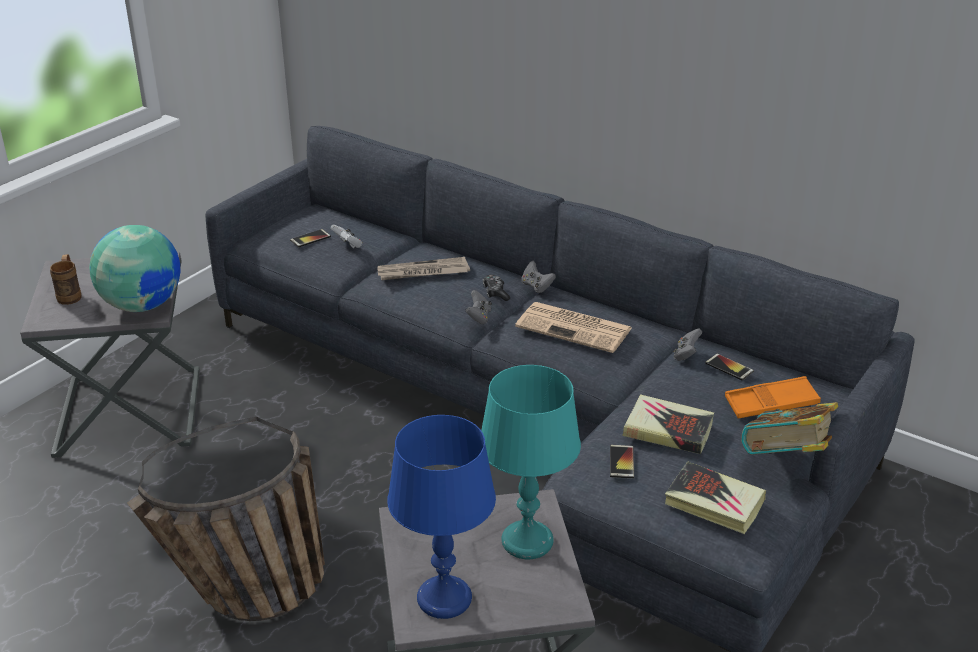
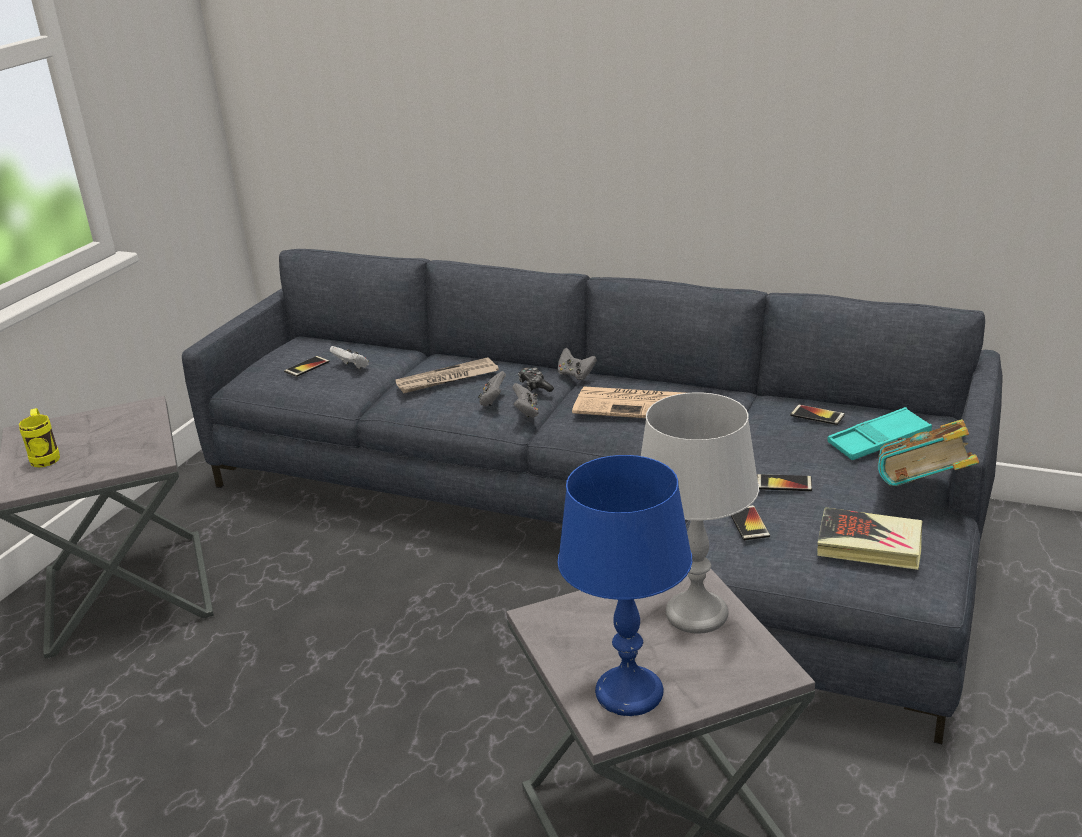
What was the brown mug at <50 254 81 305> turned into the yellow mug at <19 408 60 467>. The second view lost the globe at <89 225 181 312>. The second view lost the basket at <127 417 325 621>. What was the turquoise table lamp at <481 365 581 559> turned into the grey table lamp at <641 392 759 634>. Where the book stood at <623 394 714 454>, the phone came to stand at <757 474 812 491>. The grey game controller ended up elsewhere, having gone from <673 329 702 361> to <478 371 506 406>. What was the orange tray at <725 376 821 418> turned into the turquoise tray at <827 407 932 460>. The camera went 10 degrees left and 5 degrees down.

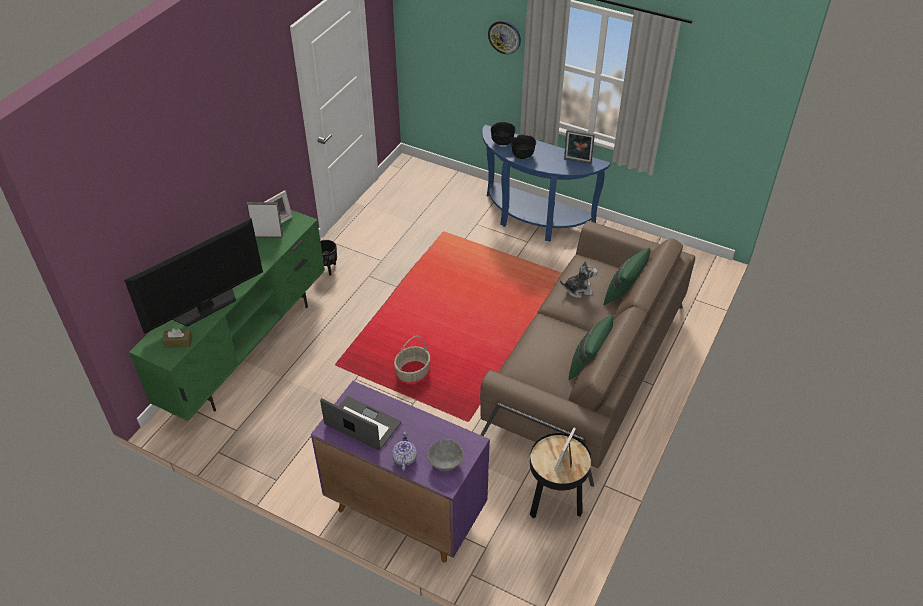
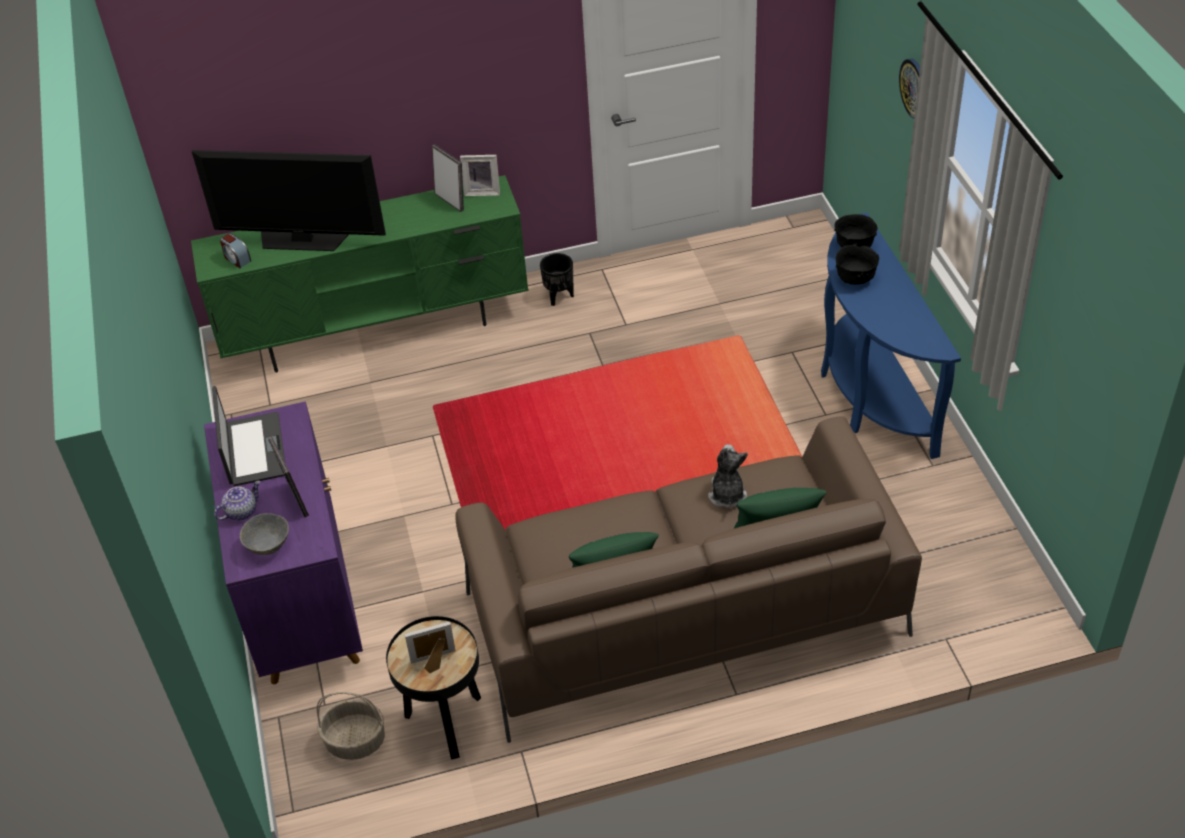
Where the brown tissue box stood at <162 328 192 348>, the alarm clock came to stand at <220 233 251 268>. The basket ended up elsewhere, having gone from <394 336 431 382> to <317 692 385 760>. The plush toy at <560 261 598 298> ended up facing another way, 135 degrees counterclockwise from before. The picture frame ended up elsewhere, having gone from <564 130 595 164> to <268 437 309 517>. The camera went 50 degrees right and 0 degrees up.

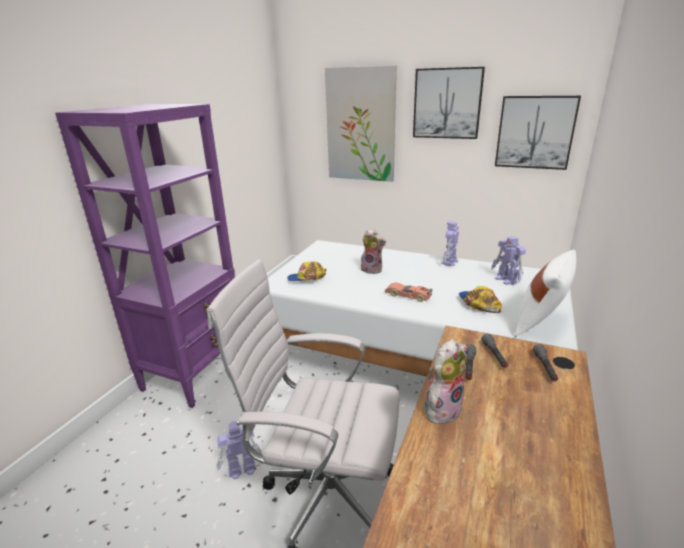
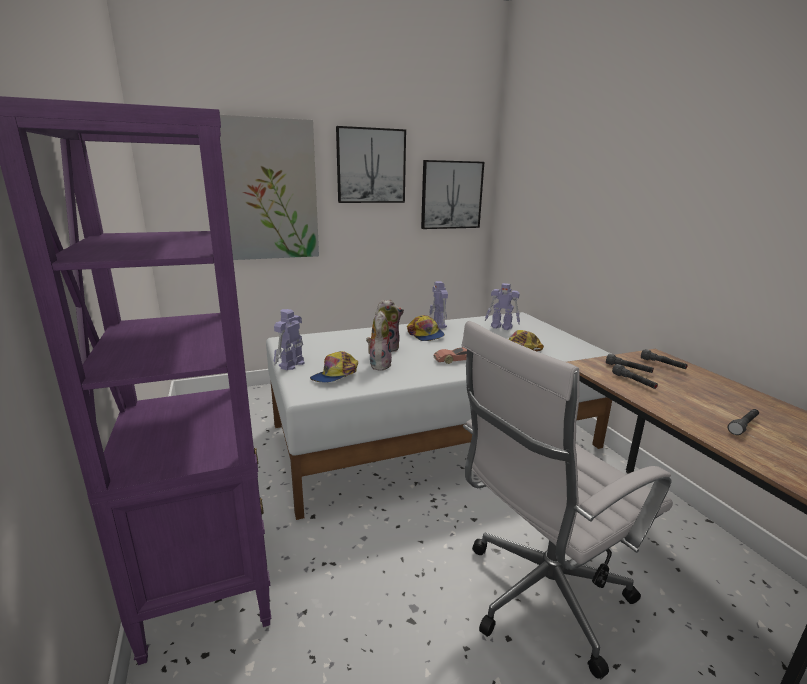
The toy robot ended up elsewhere, having gone from <217 421 262 479> to <274 309 305 370>. The plush toy ended up elsewhere, having gone from <425 339 468 424> to <366 311 392 371>. The second view lost the white pillow at <514 250 576 337>. The second view gained the cap at <407 315 445 341>. The second view gained the grey flashlight at <728 409 759 435>. The camera went 45 degrees left and 5 degrees down.

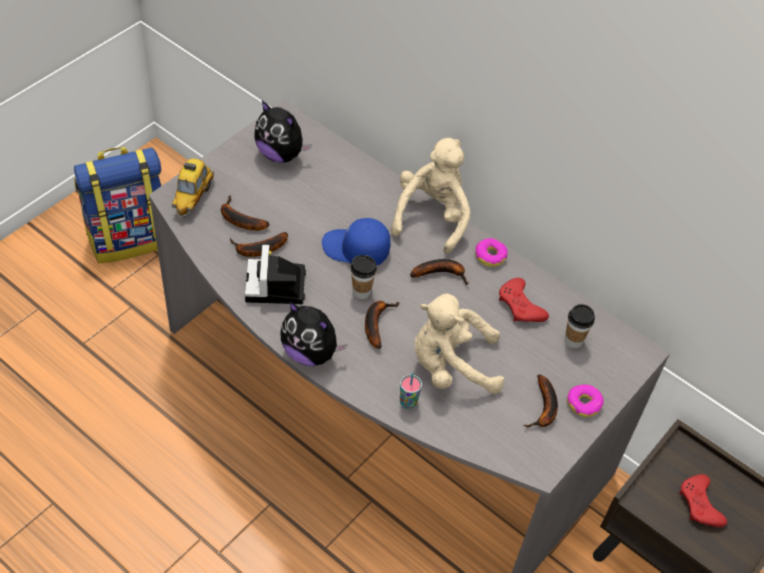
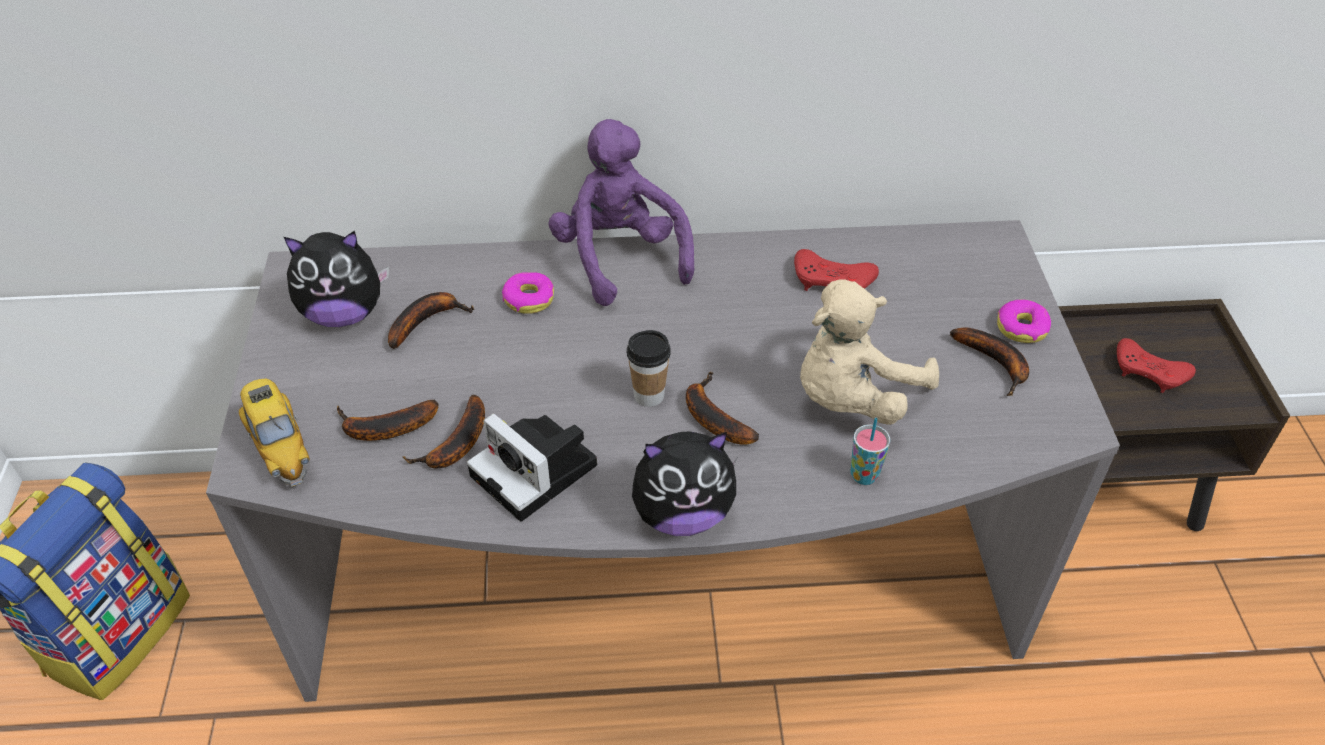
The second view lost the blue cap at <322 218 391 265>. What was the beige plush toy at <391 138 471 254> turned into the purple plush toy at <548 119 694 306>. The banana ended up elsewhere, having gone from <410 259 469 285> to <388 292 474 349>. The donut ended up elsewhere, having gone from <475 238 508 267> to <502 273 554 314>. The second view lost the cup at <565 304 595 348>. The camera went 40 degrees left and 5 degrees down.

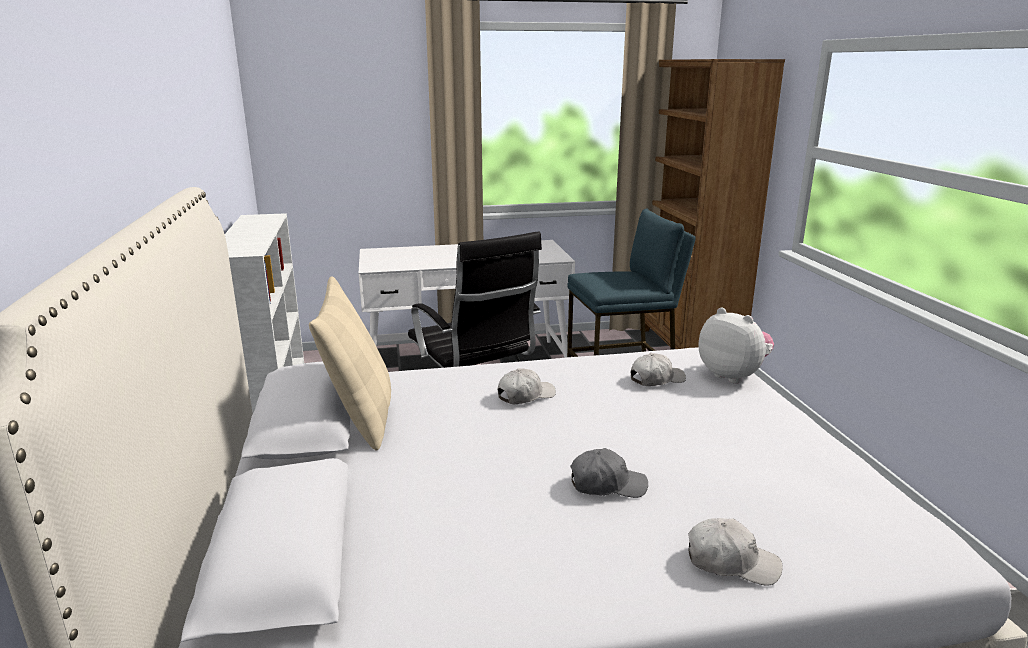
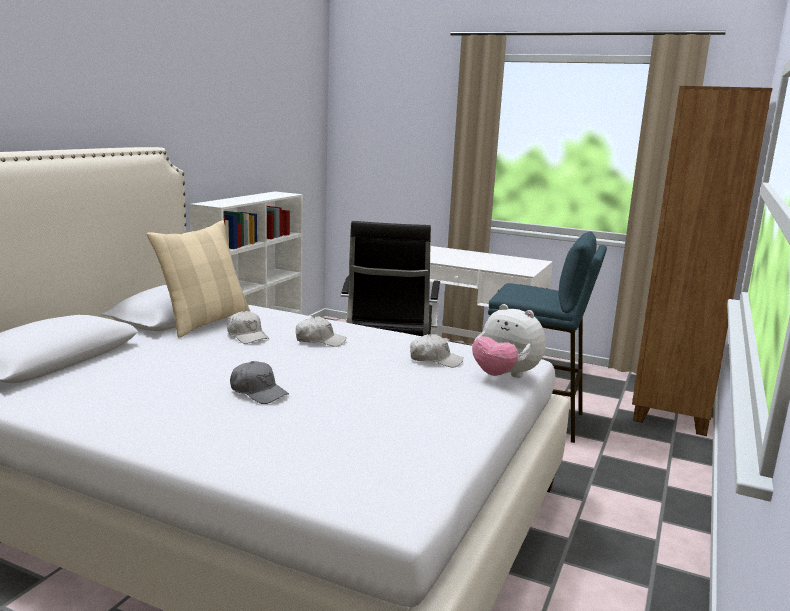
The white cap ended up elsewhere, having gone from <688 518 783 586> to <227 311 269 344>. The plush toy at <699 307 774 384> ended up facing another way, 135 degrees clockwise from before. The camera went 35 degrees right and 5 degrees down.

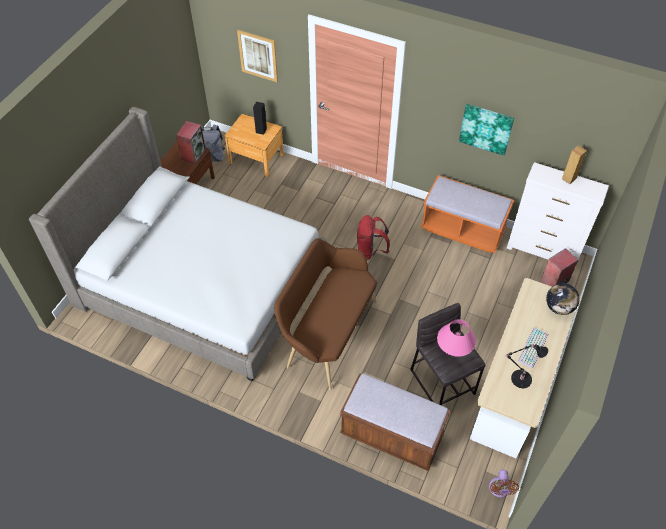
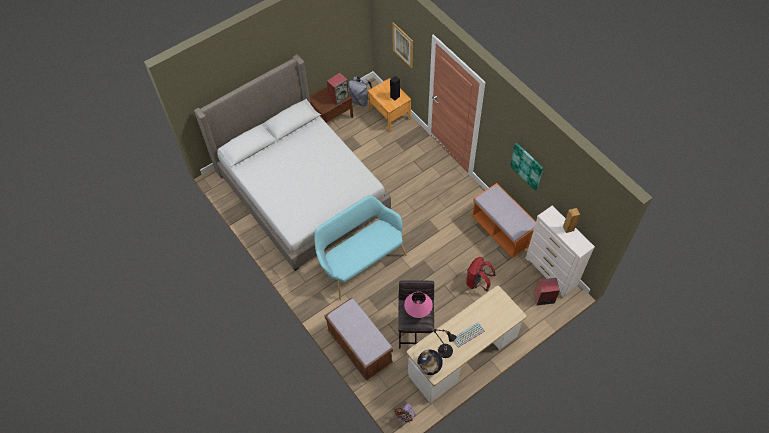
What was the brown bench at <274 238 377 390> turned into the turquoise bench at <315 195 407 300>. The red backpack ended up elsewhere, having gone from <357 215 390 260> to <466 257 496 292>. The globe ended up elsewhere, having gone from <546 283 580 315> to <417 350 443 375>. The camera went 30 degrees right and 5 degrees up.

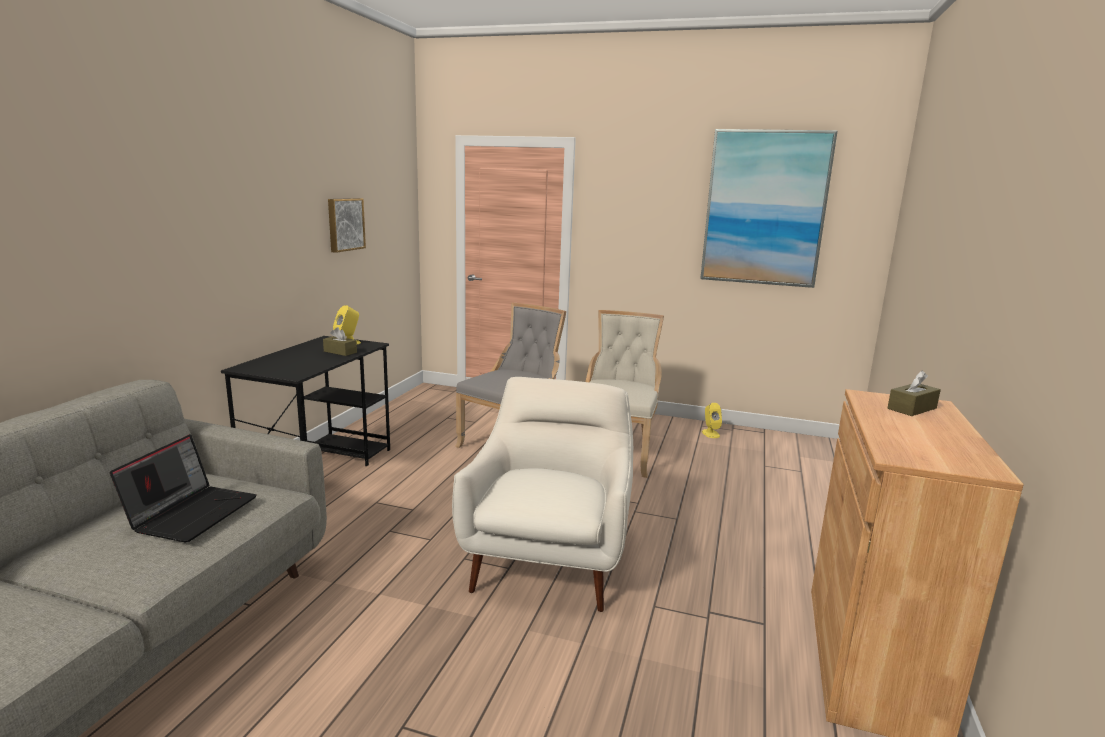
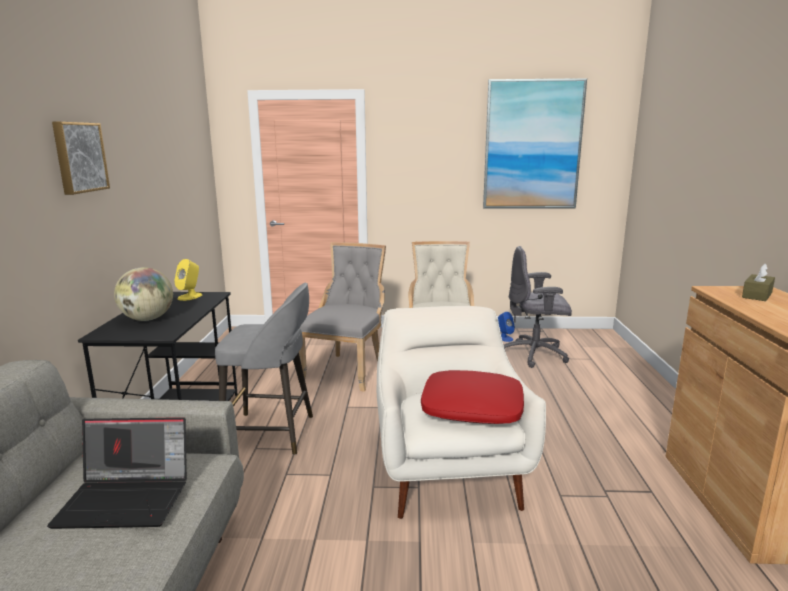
The laptop at <110 434 257 543> ended up facing another way, 90 degrees clockwise from before. The second view lost the brown tissue box at <323 327 357 356>. The picture ended up elsewhere, having gone from <328 198 366 253> to <52 122 110 195>. What was the yellow speaker at <702 403 722 438> turned into the blue speaker at <498 312 515 342>. The second view gained the globe at <114 267 173 321>. The second view gained the grey stool at <215 283 313 455>. The second view gained the red pillow at <421 370 524 424>. The second view gained the grey office chair at <503 246 572 368>. The camera went 15 degrees left and 0 degrees up.

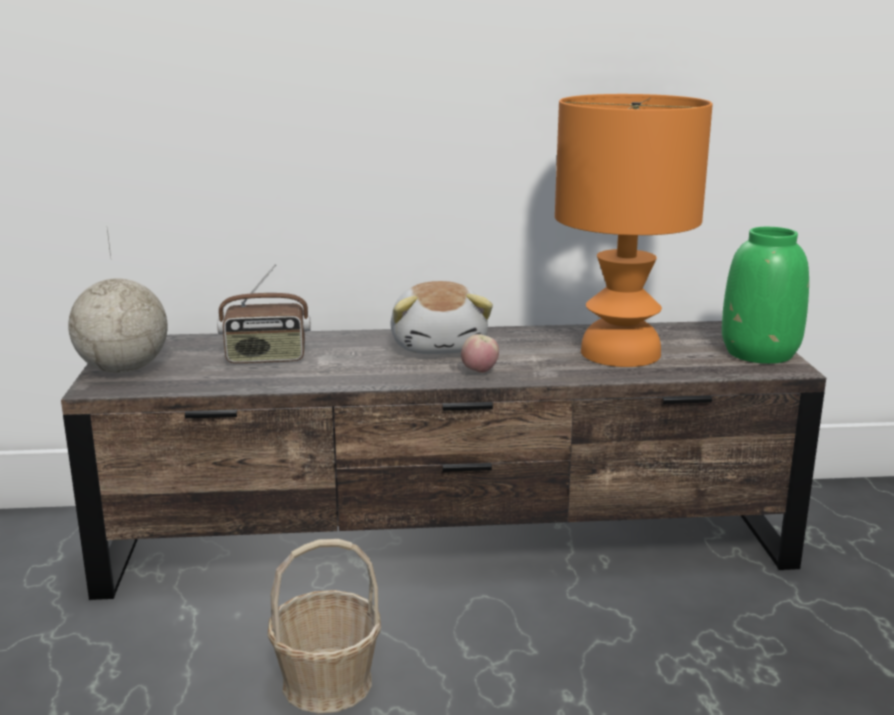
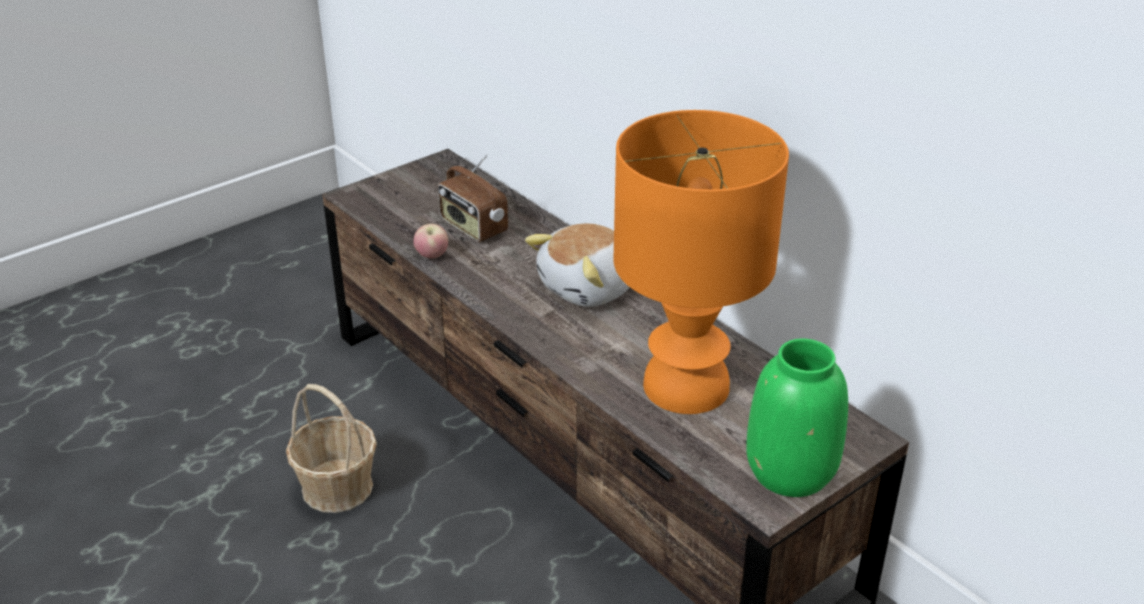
The second view lost the globe at <68 230 168 373>. The apple ended up elsewhere, having gone from <461 334 499 373> to <413 224 448 258>. The camera went 55 degrees right and 15 degrees up.

